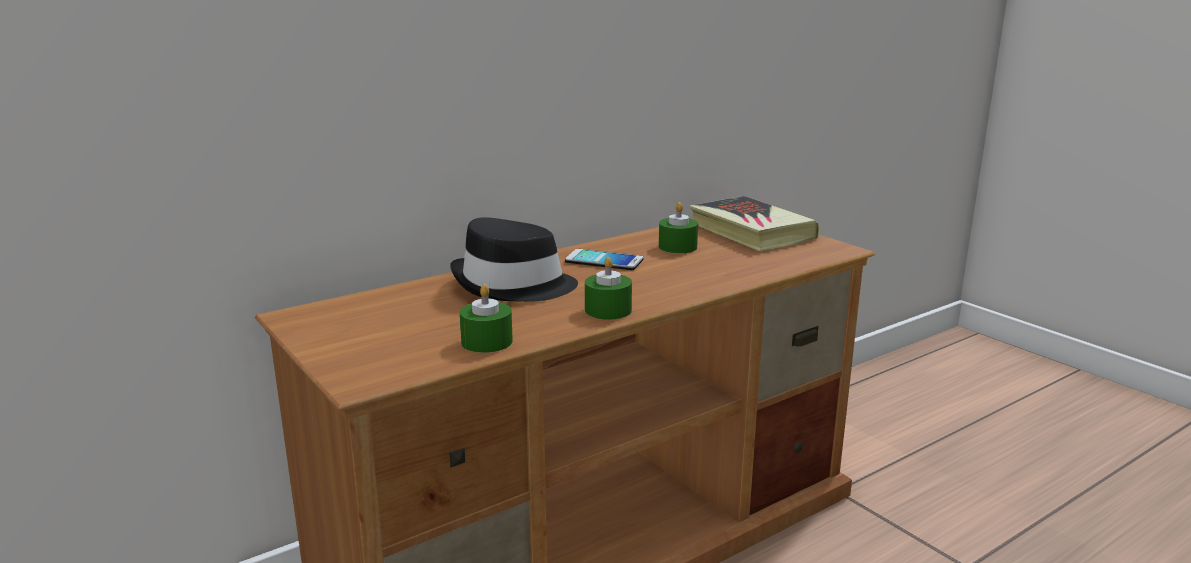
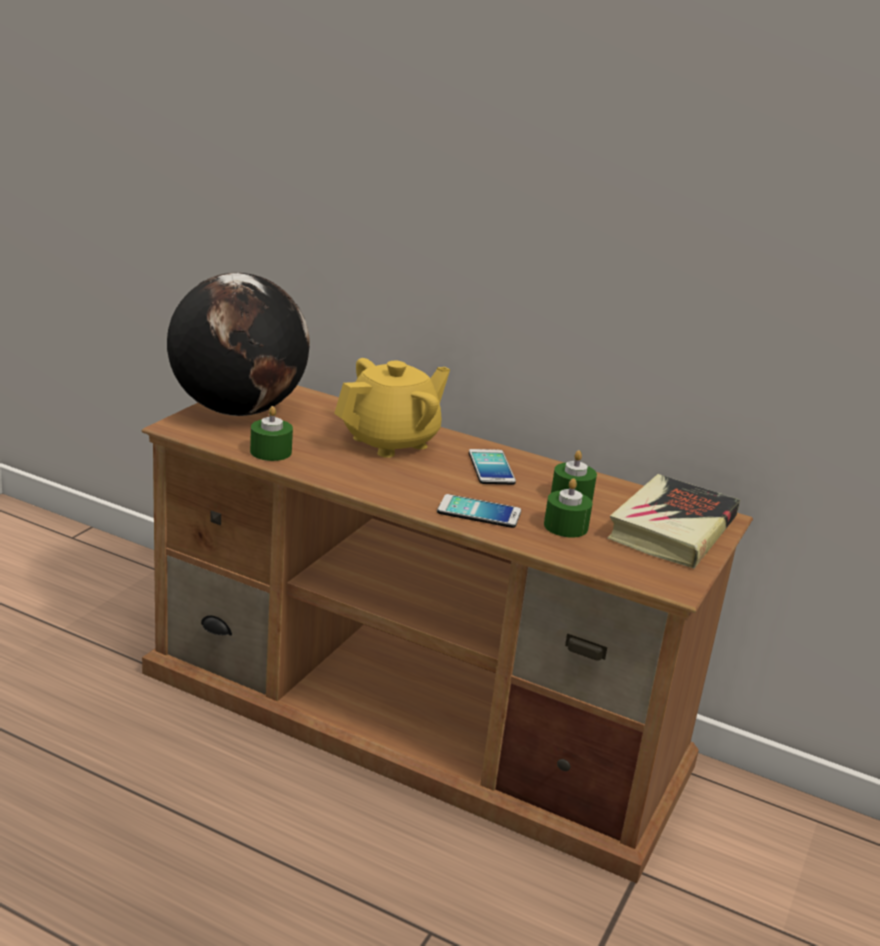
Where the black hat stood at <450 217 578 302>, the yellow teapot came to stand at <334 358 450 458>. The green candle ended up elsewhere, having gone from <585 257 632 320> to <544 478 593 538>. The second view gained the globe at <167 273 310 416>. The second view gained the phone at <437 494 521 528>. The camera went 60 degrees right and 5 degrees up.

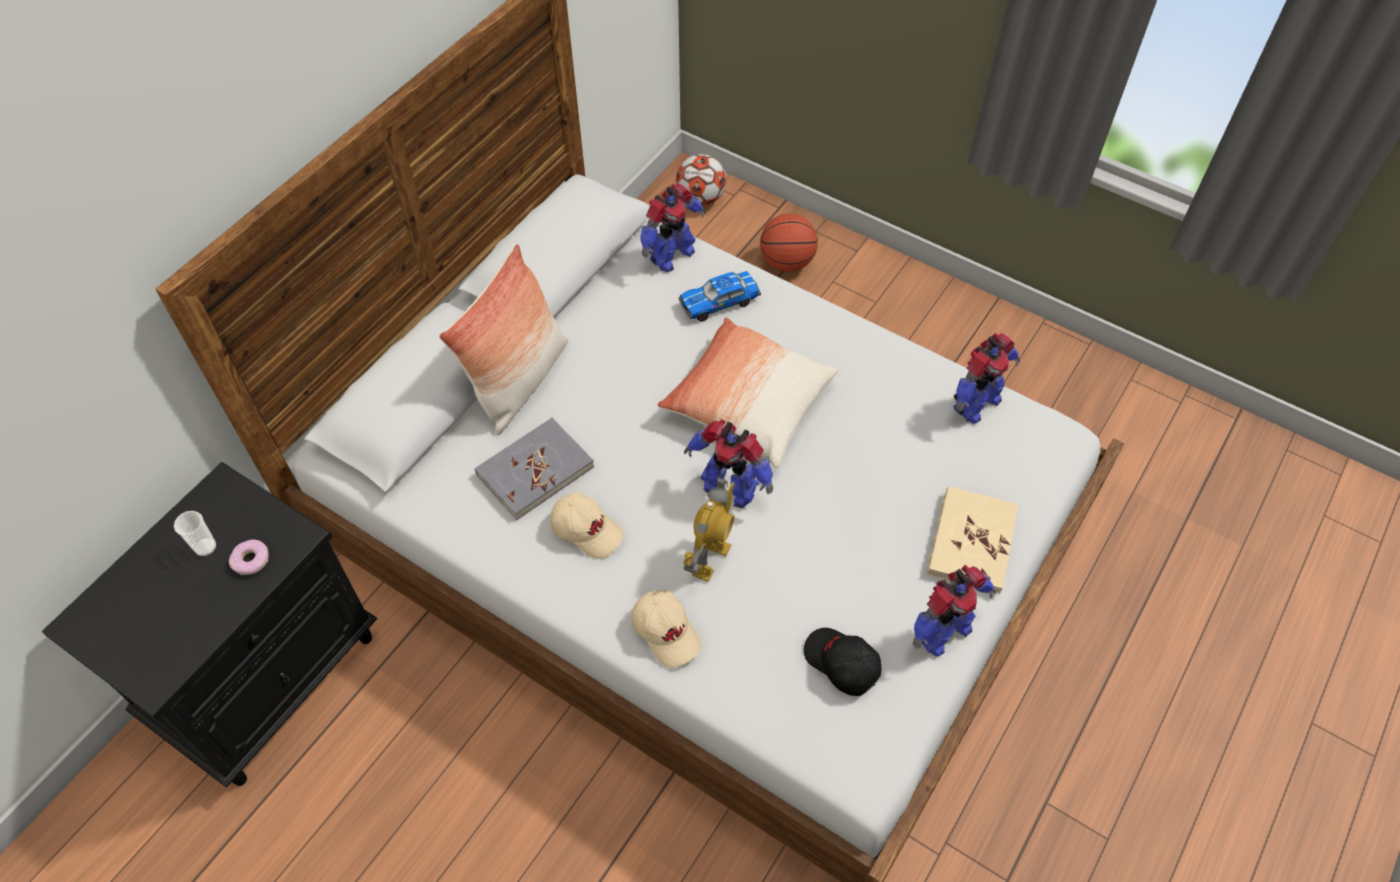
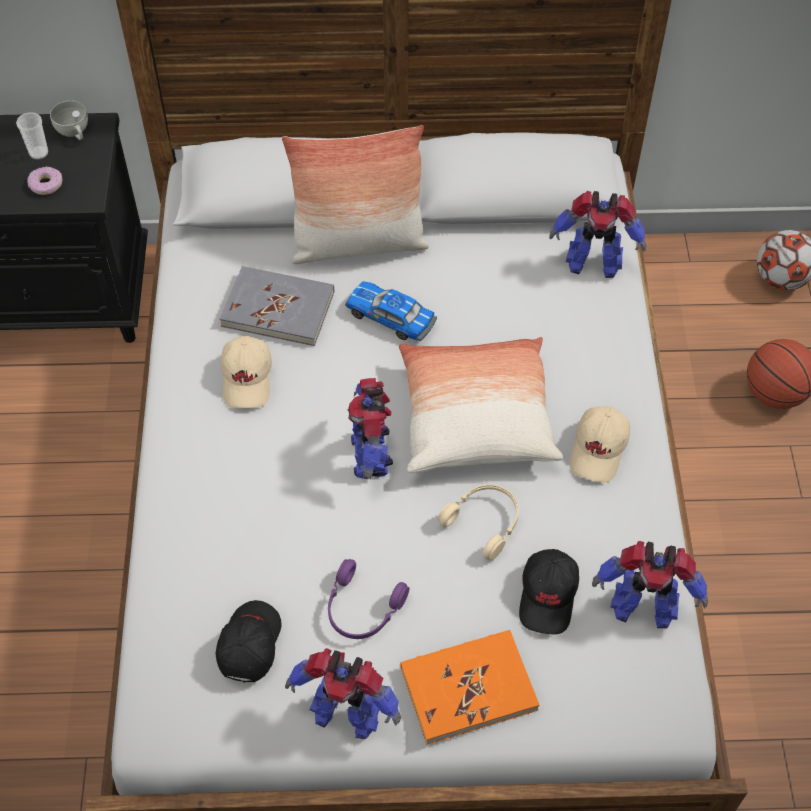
The beige cap ended up elsewhere, having gone from <632 590 701 668> to <569 406 630 483>. The toy car ended up elsewhere, having gone from <678 271 761 322> to <345 281 437 342>. The second view lost the toy robot at <683 477 735 582>. What was the beige book at <927 486 1019 594> turned into the orange book at <400 630 539 745>. The second view gained the white cup at <50 101 88 140>. The second view gained the purple headphones at <328 559 409 639>. The second view gained the beige headphones at <437 484 519 560>. The second view gained the black cap at <519 549 579 634>. The camera went 55 degrees right and 0 degrees up.

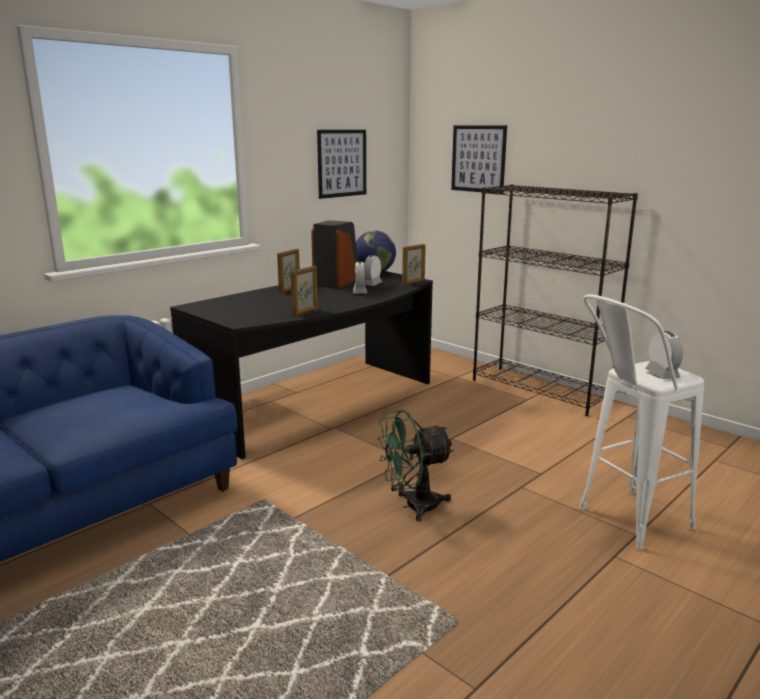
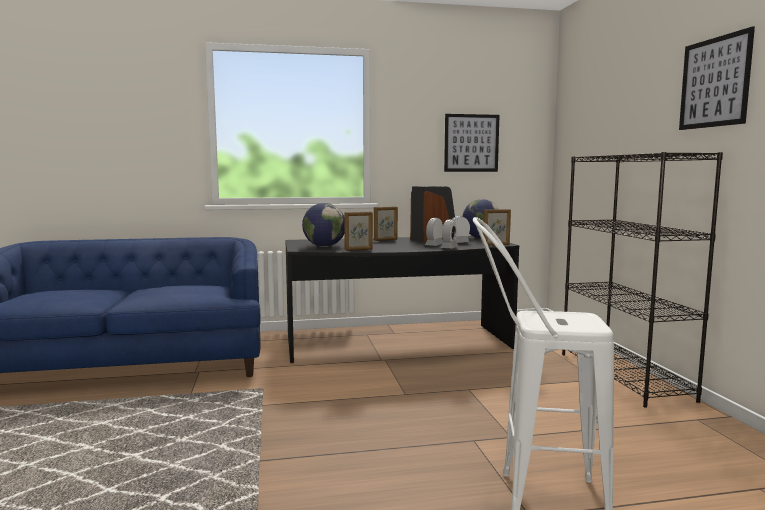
The second view lost the green fan at <377 410 454 521>. The picture ended up elsewhere, having gone from <451 126 507 194> to <679 26 755 130>. The alarm clock ended up elsewhere, having gone from <645 331 683 379> to <440 219 458 248>. The second view gained the globe at <302 203 344 247>. The camera went 35 degrees right and 10 degrees down.

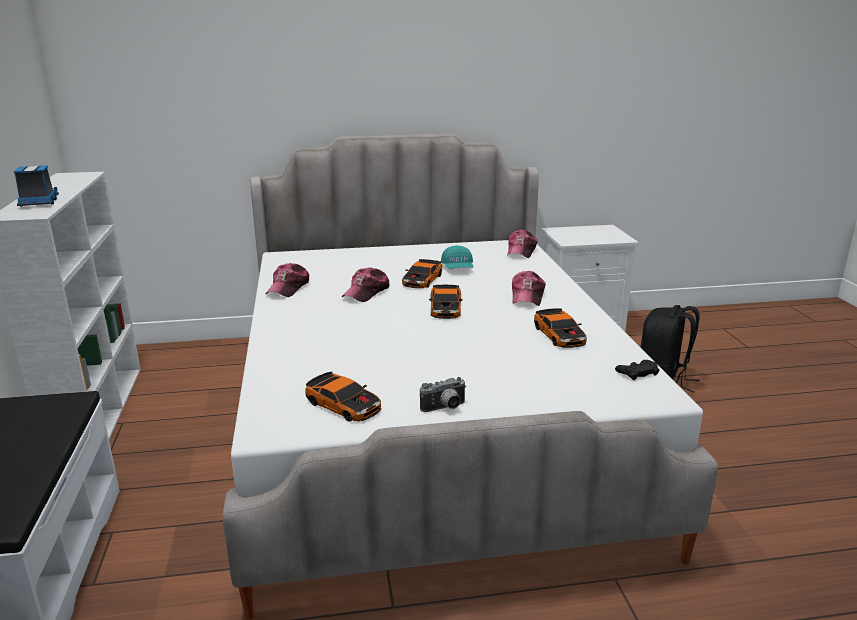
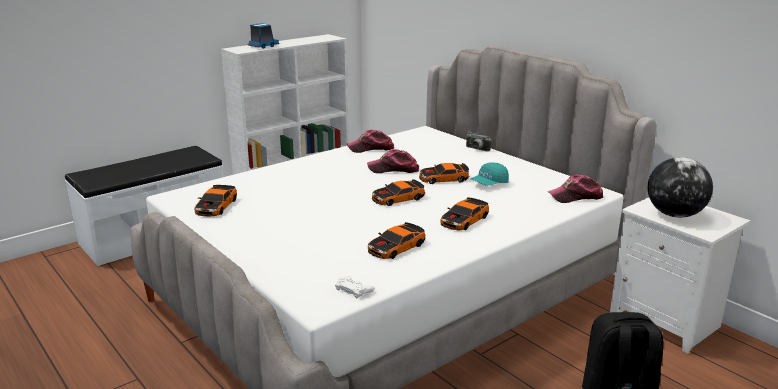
The photo camera ended up elsewhere, having gone from <420 377 466 412> to <466 132 491 152>. Where the cap stood at <512 271 546 306>, the toy car came to stand at <441 197 489 230>. What was the black game controller at <615 360 659 380> turned into the white game controller at <335 276 375 298>. The second view gained the globe at <648 157 713 218>. The camera went 60 degrees right and 0 degrees up.

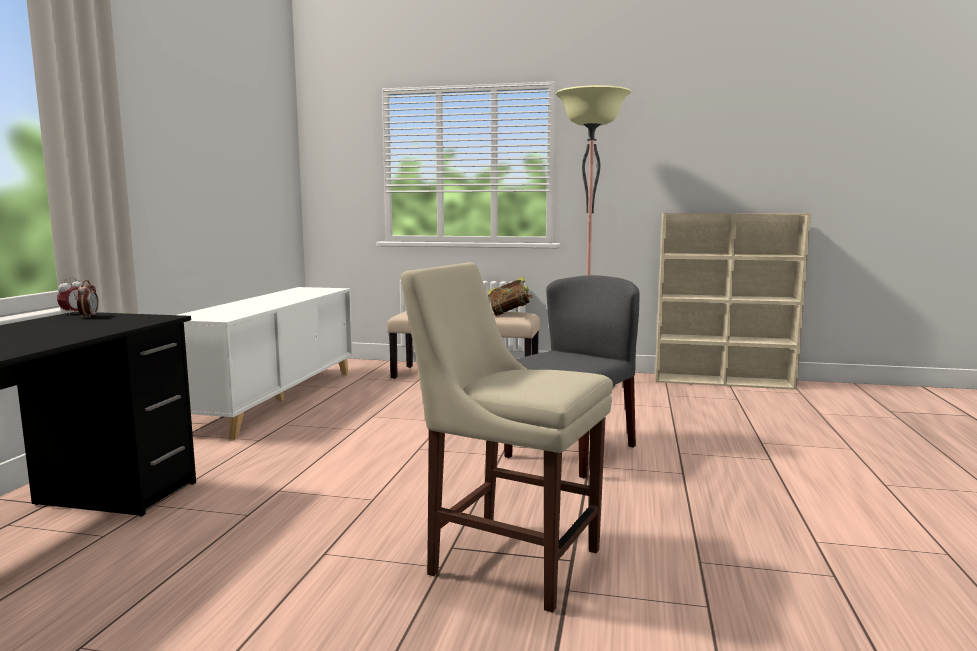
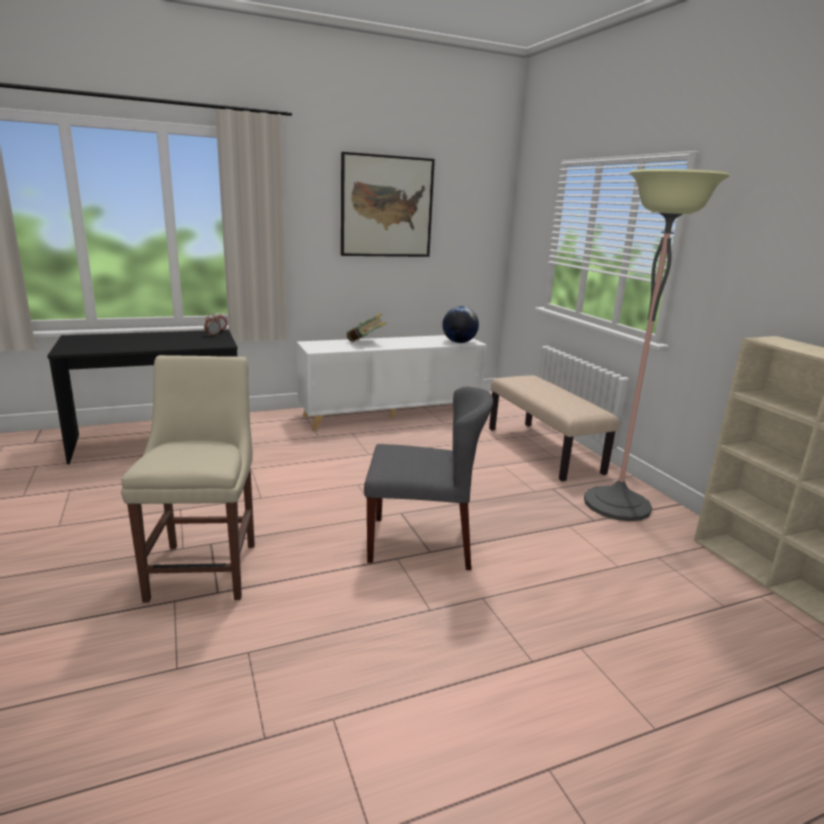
The book ended up elsewhere, having gone from <488 277 533 316> to <347 313 387 342>. The second view gained the picture at <341 152 435 257>. The second view gained the globe at <442 306 479 343>. The camera went 55 degrees right and 10 degrees up.

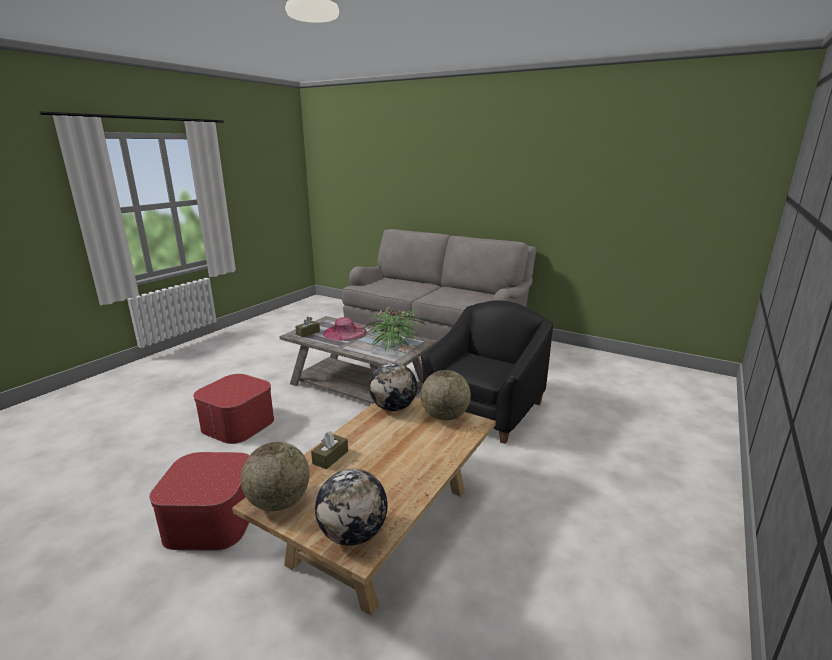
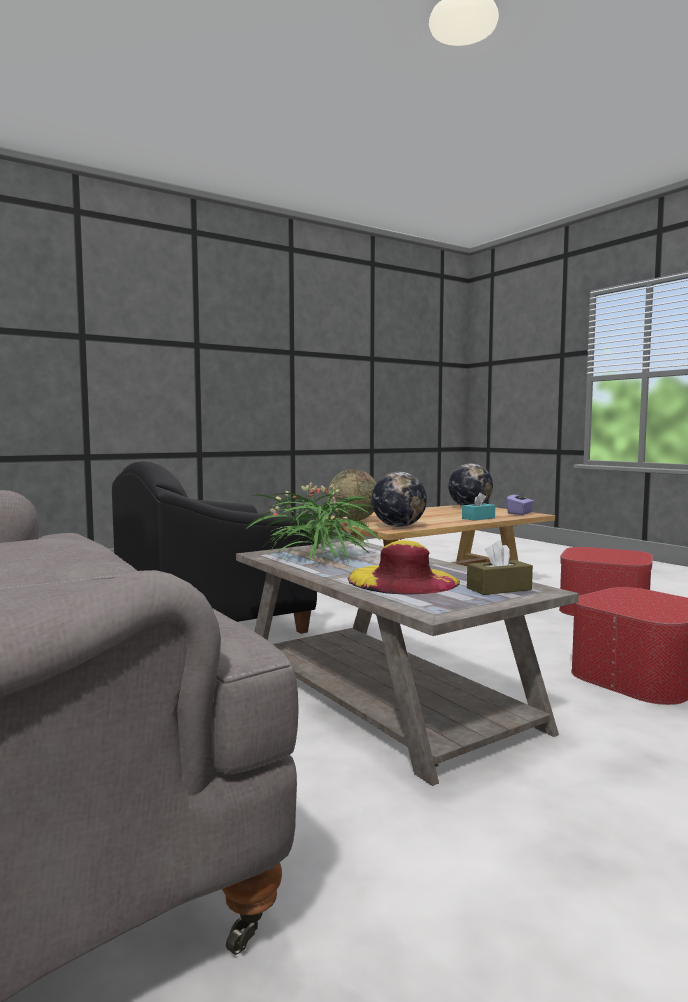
Where the globe stood at <241 442 310 511>, the purple tissue box came to stand at <506 490 534 515>. What was the brown tissue box at <311 431 348 469> turned into the turquoise tissue box at <462 492 495 521>. What was the pink hat at <323 317 367 341> turned into the yellow hat at <347 540 460 595>. The camera went 155 degrees left and 15 degrees down.

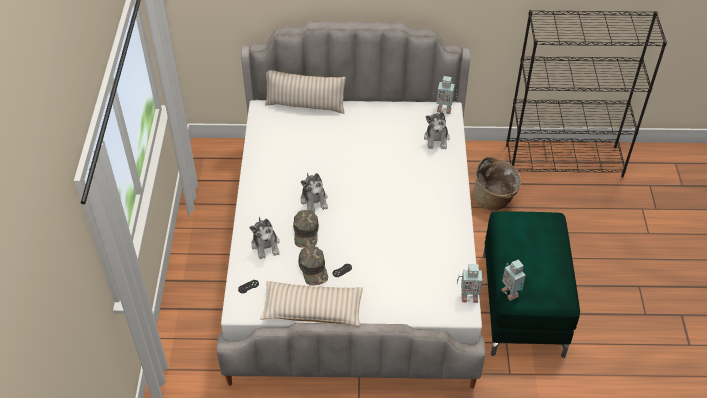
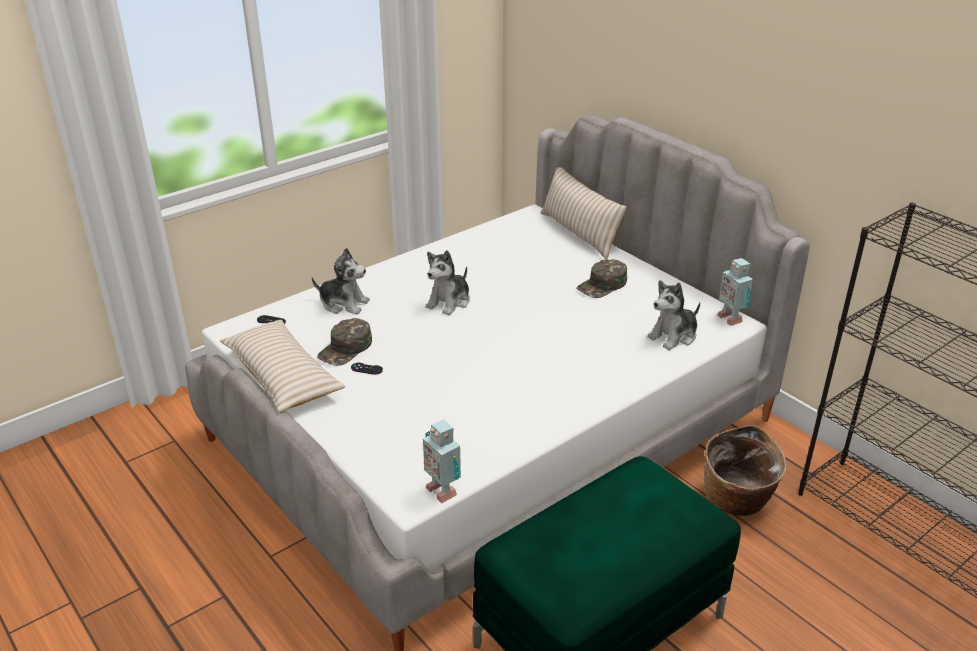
The plush toy at <250 217 280 259> ended up facing another way, 105 degrees counterclockwise from before. The green cap ended up elsewhere, having gone from <293 210 319 248> to <577 259 627 298>. The second view lost the toy robot at <501 259 526 301>. The camera went 50 degrees right and 15 degrees down.

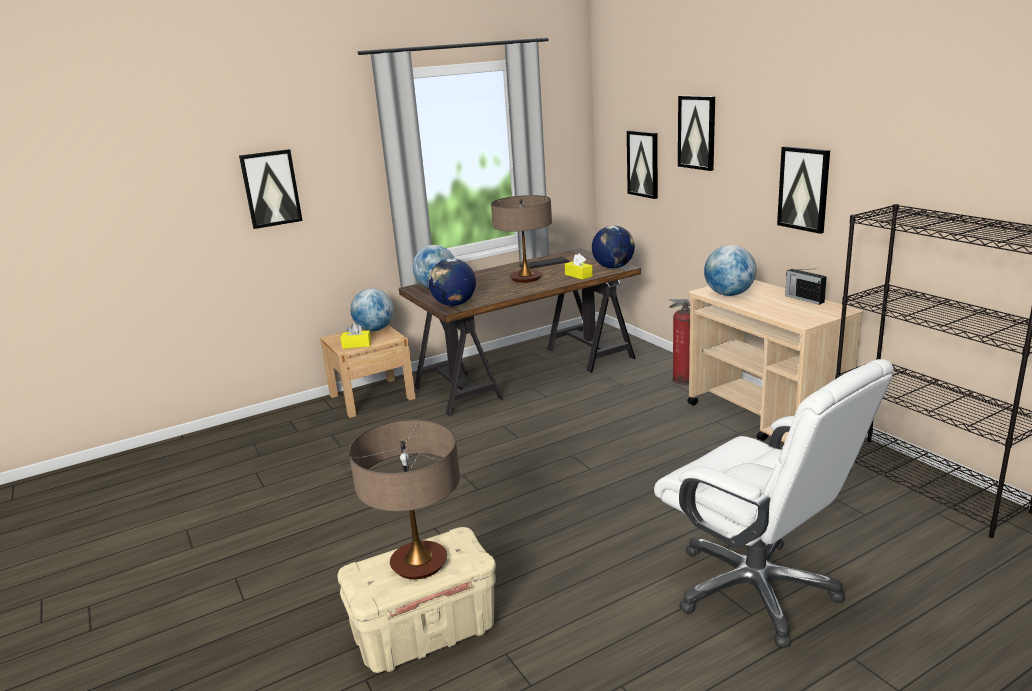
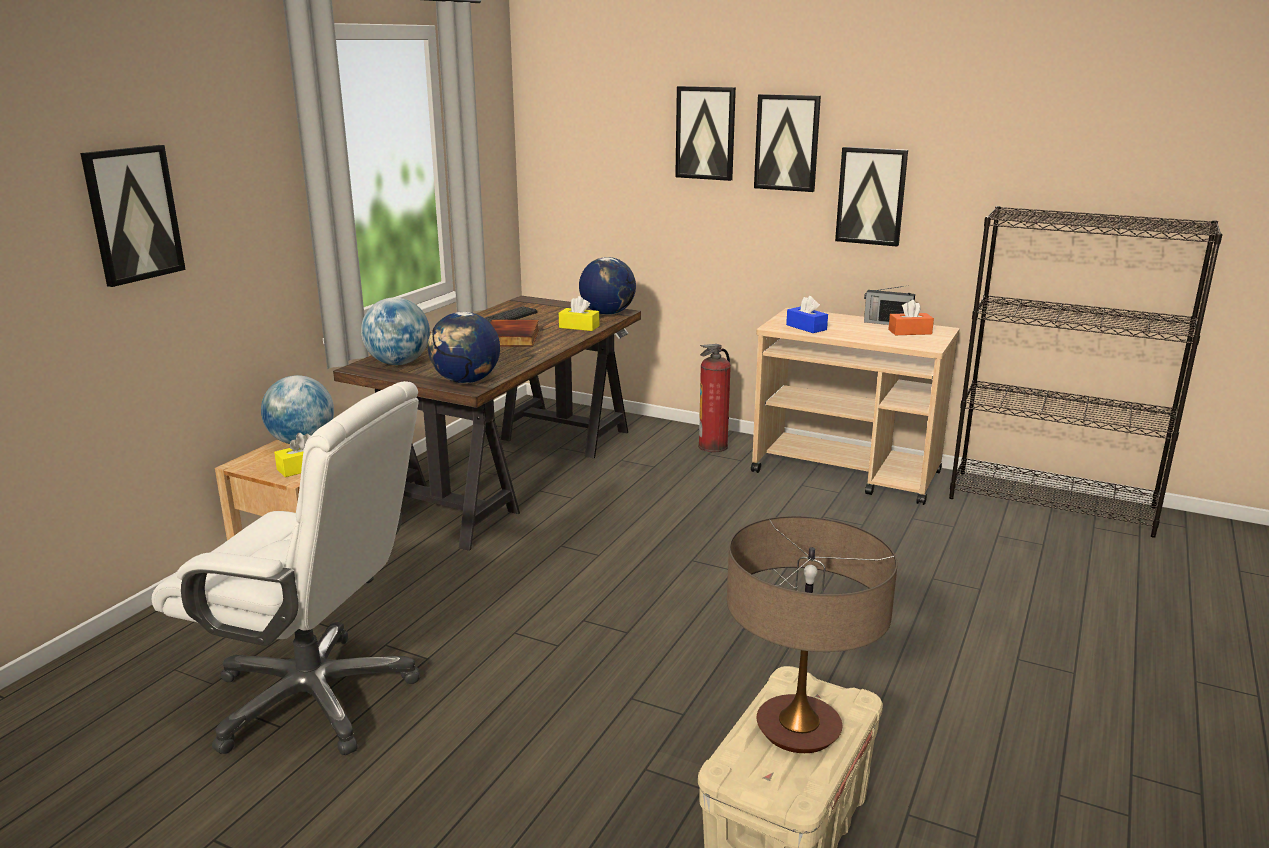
Where the table lamp stood at <491 195 552 283>, the book came to stand at <490 320 539 347>. The picture ended up elsewhere, having gone from <627 131 658 199> to <754 94 821 192>. The white office chair ended up elsewhere, having gone from <654 359 893 648> to <151 381 420 755>. Where the globe stood at <704 245 756 296>, the blue tissue box came to stand at <786 296 828 333>. The second view gained the orange tissue box at <888 300 934 335>. The camera went 35 degrees left and 0 degrees up.

